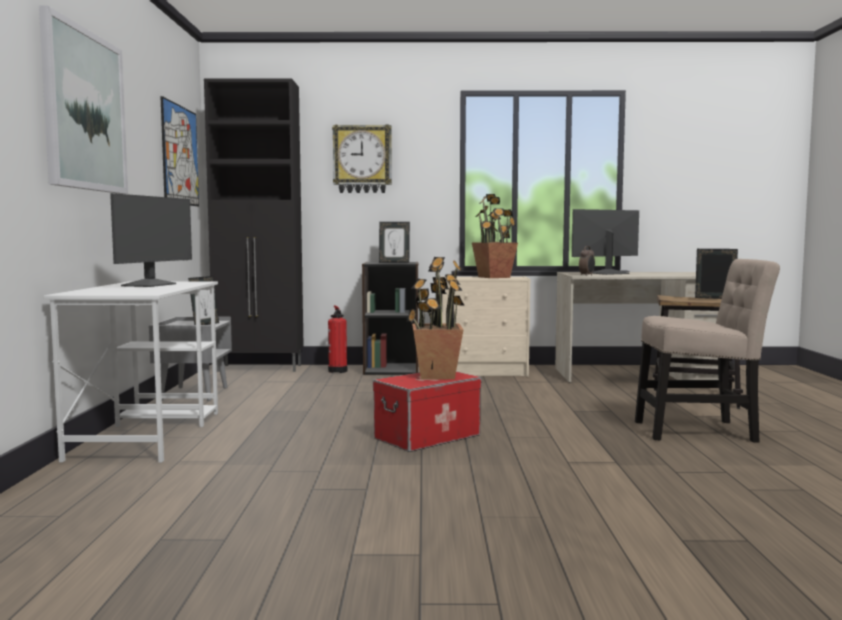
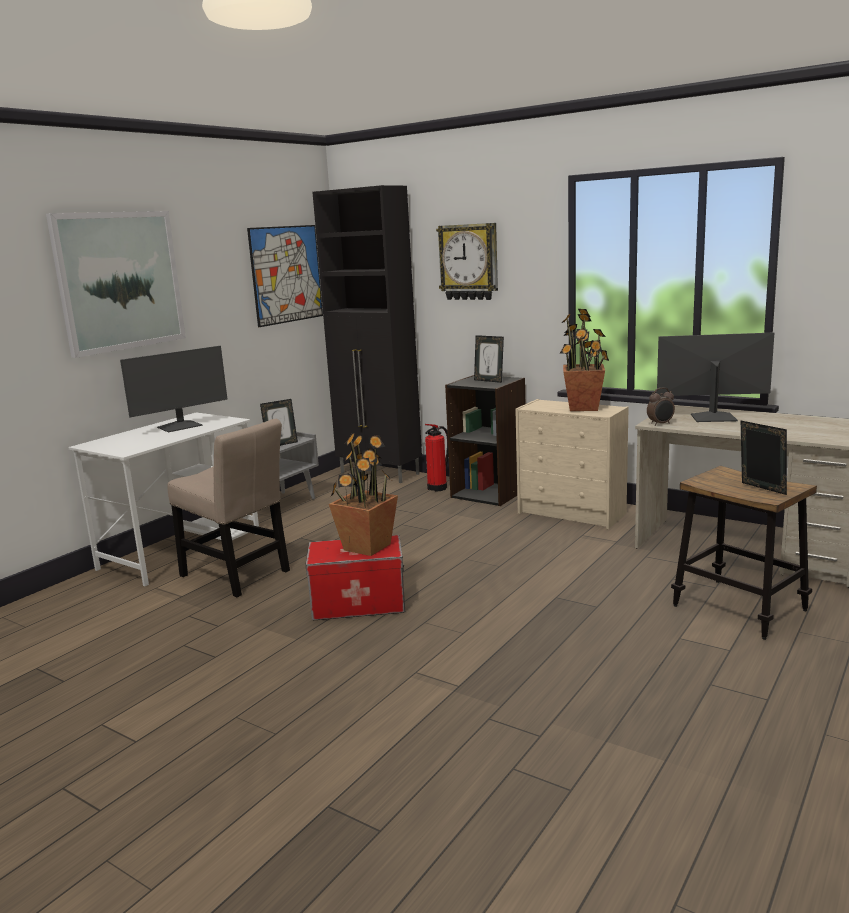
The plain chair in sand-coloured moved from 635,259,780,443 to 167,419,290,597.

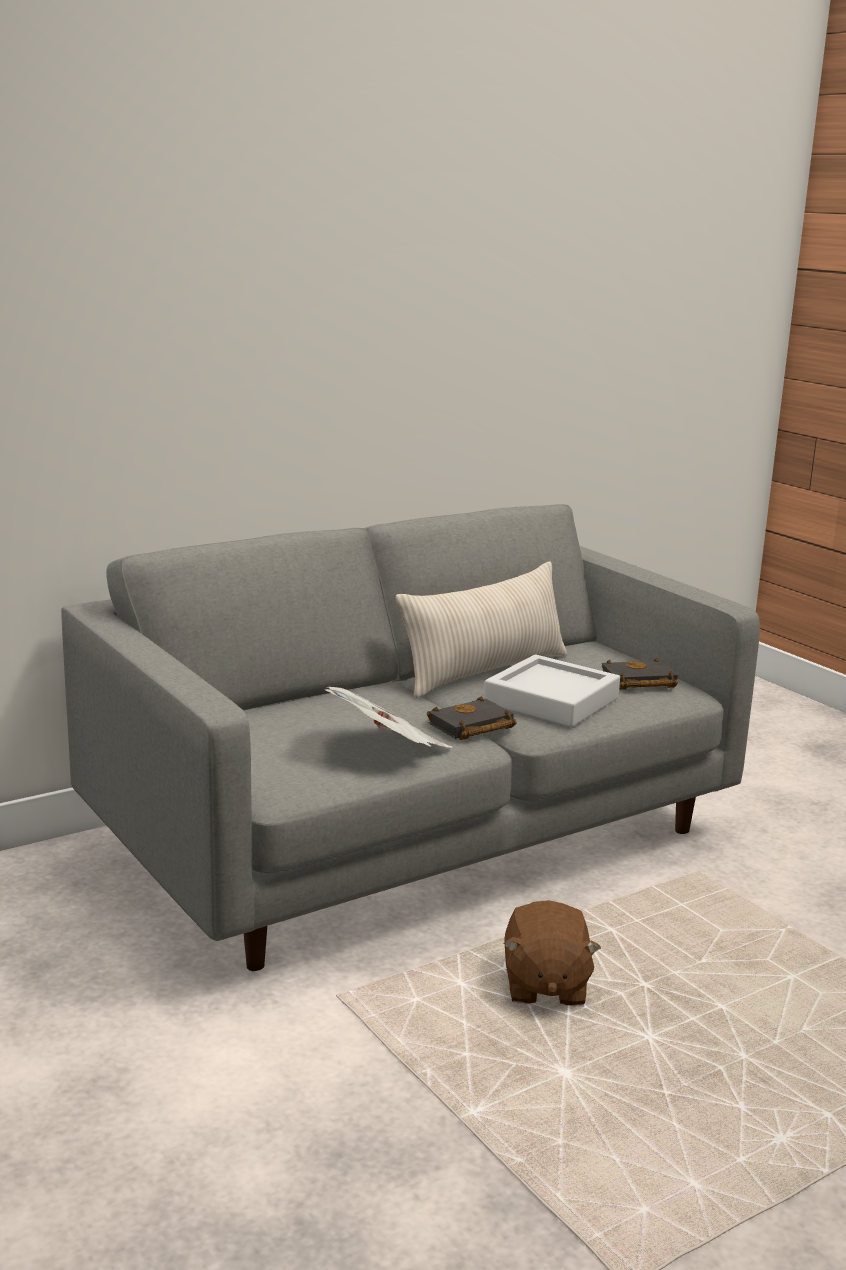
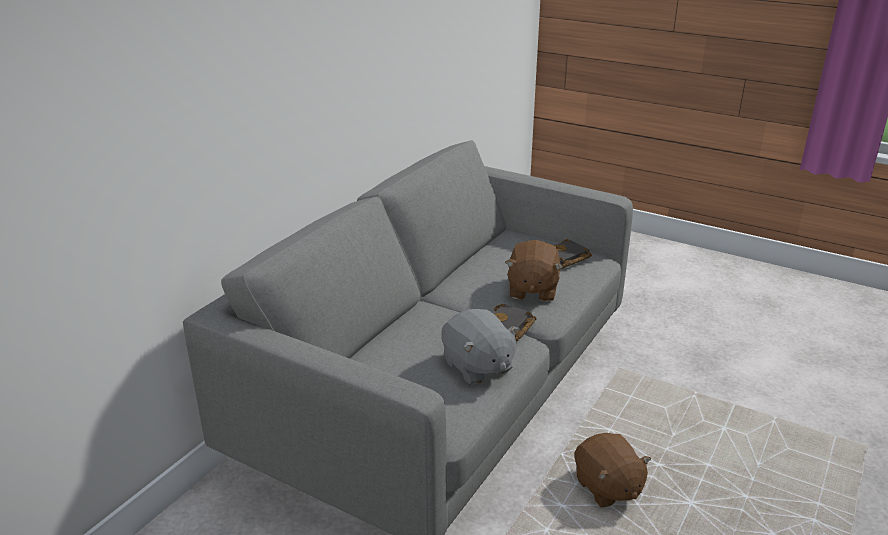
The throw pillow in sand-coloured at 396,561,567,698 disappeared. The daily paper at 325,687,452,748 was replaced by the soft toy in greyish at 441,309,519,385. The tray in greyish at 484,655,620,727 was replaced by the soft toy in brown-coloured at 505,240,563,302.

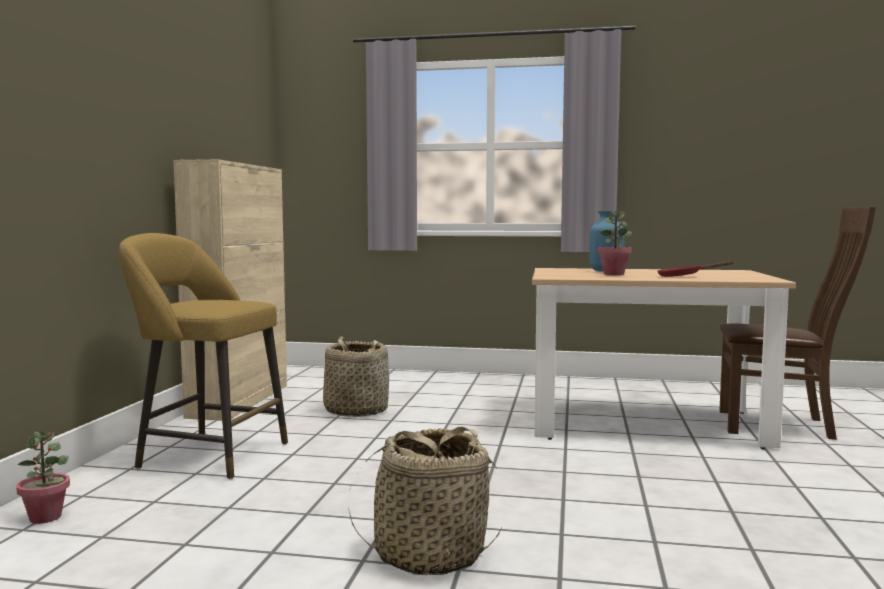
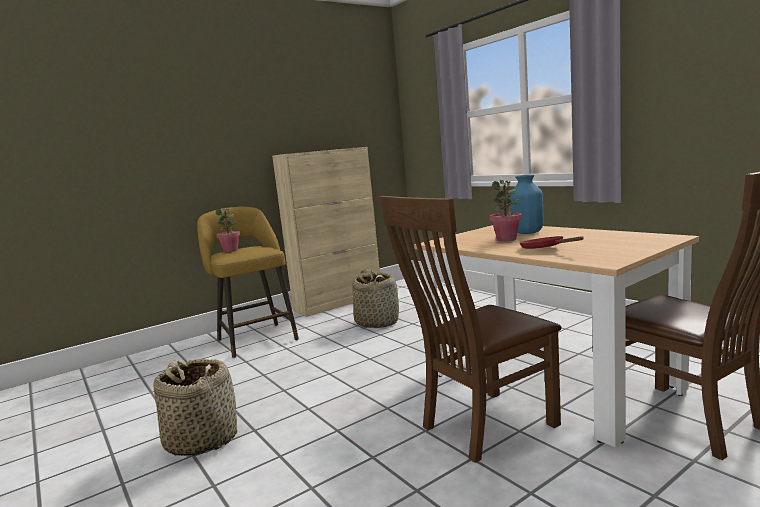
The plain chair in brown-coloured at 379,196,562,463 appeared. The houseplant moved from 16,431,70,524 to 216,208,240,252.

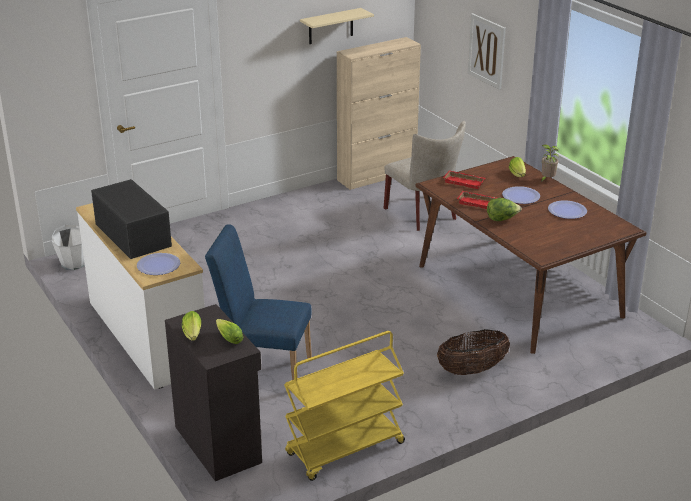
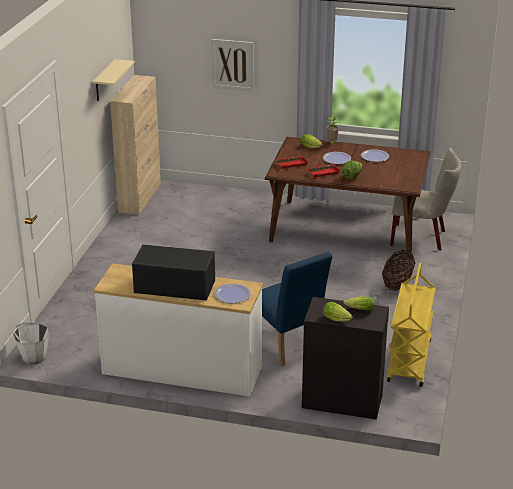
The plain chair in sand-coloured moved from 384,121,466,231 to 390,148,461,251. The plain chair in blue at 205,224,312,380 turned 90 degrees counterclockwise.

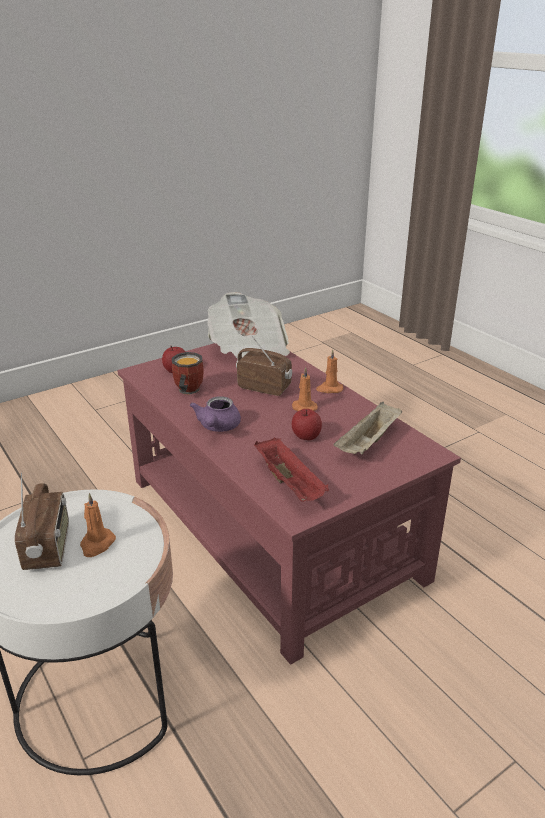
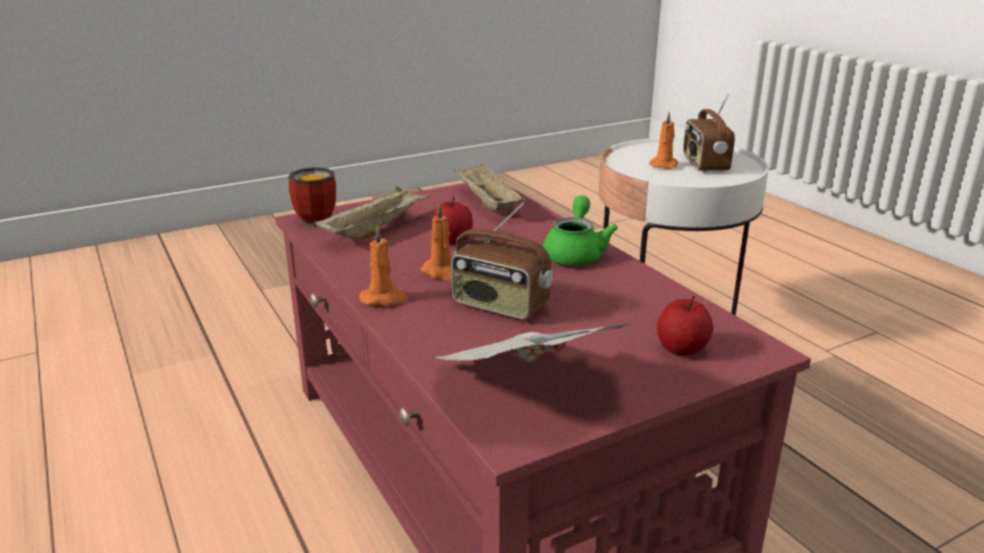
The mug moved from 172,352,203,395 to 288,167,336,227. The teapot in purple at 190,396,241,432 became the teapot in green at 543,195,618,266. The tray in red-coloured at 254,438,329,502 became the tray in sand-coloured at 453,162,525,211.

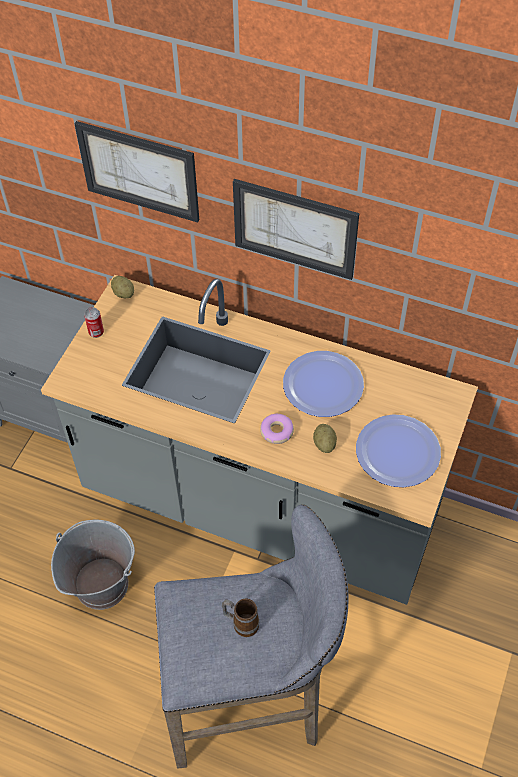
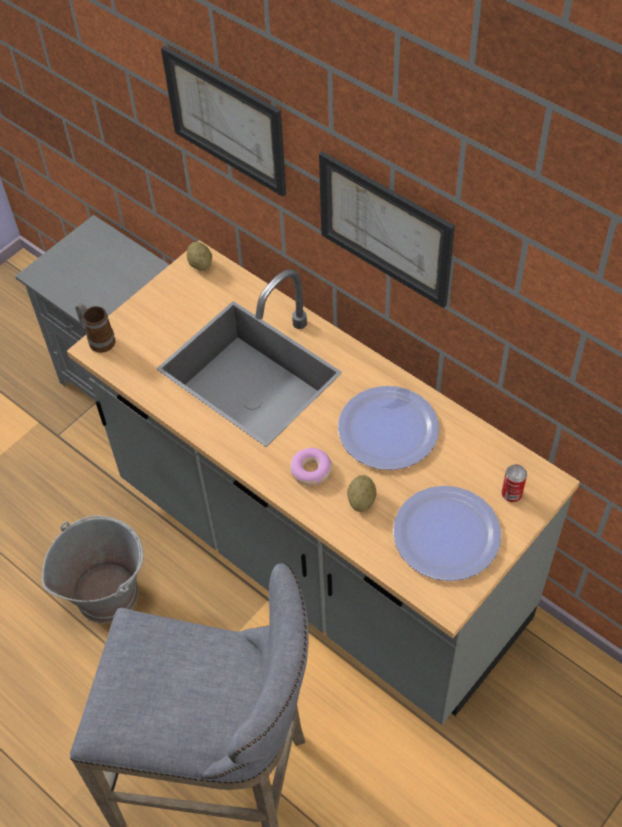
The metal can moved from 84,307,104,338 to 501,464,527,502. The mug moved from 222,599,259,637 to 75,303,115,353.

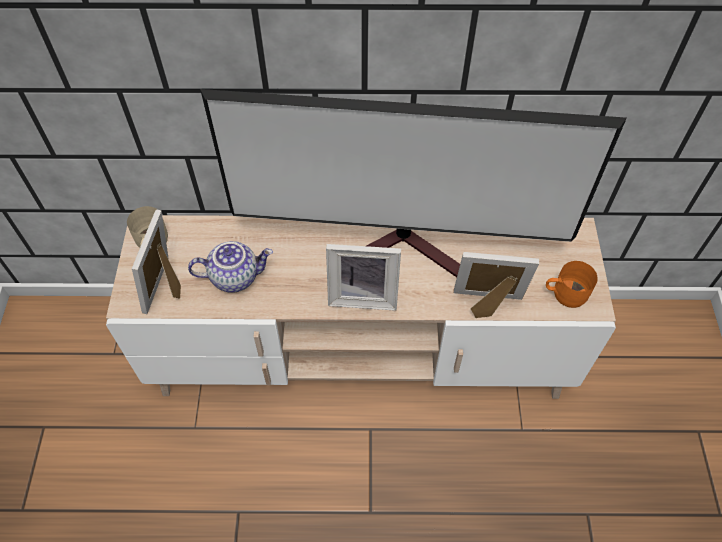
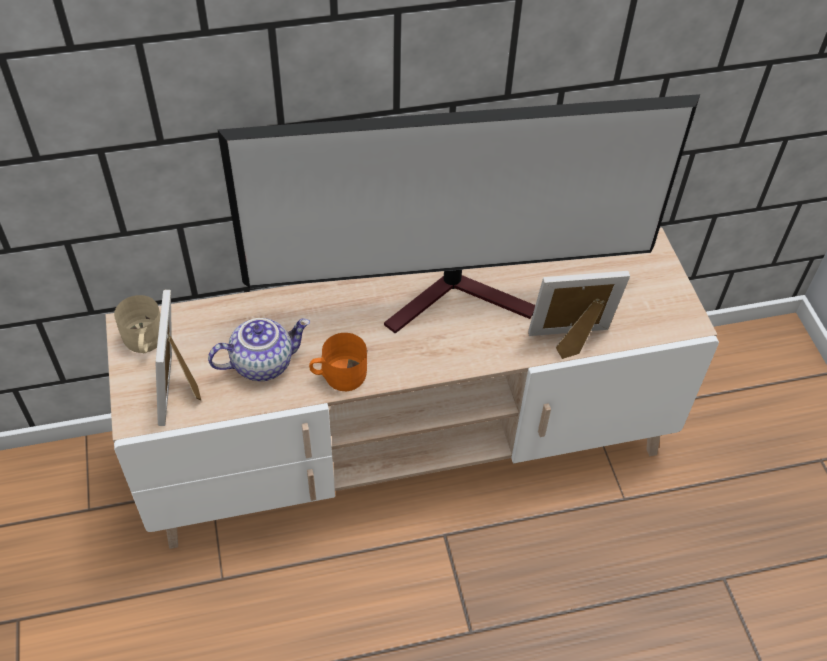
The standing frame at 326,244,401,311 disappeared. The mug in orangey moved from 546,261,598,308 to 309,333,367,391.

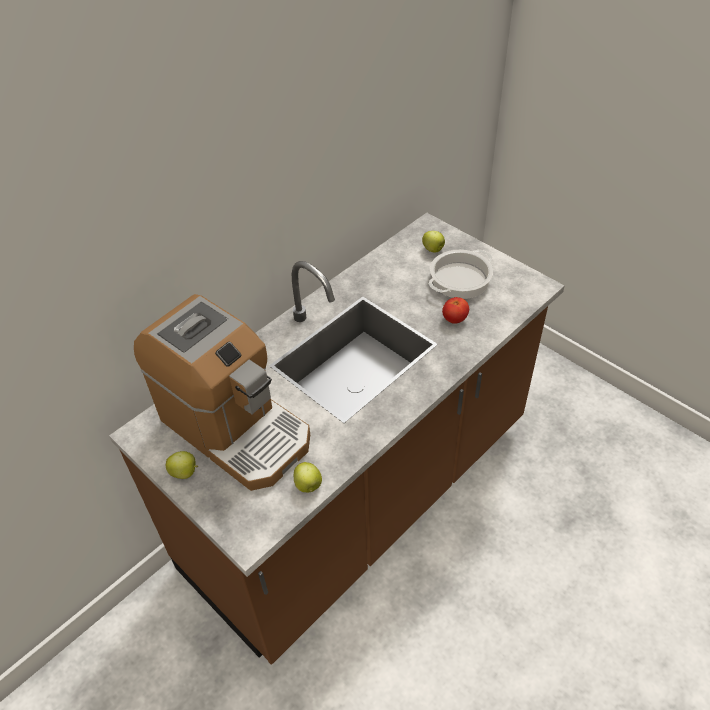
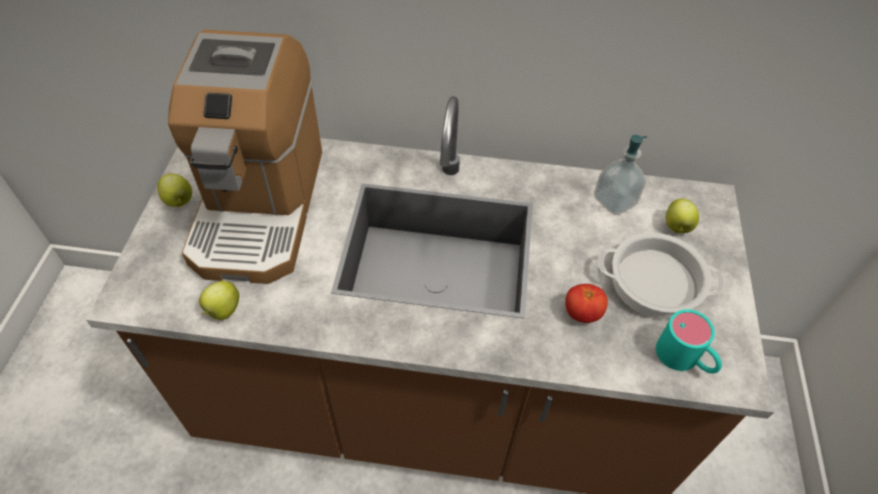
The soap bottle at 594,135,647,215 appeared. The mug in turquoise at 656,309,722,374 appeared.

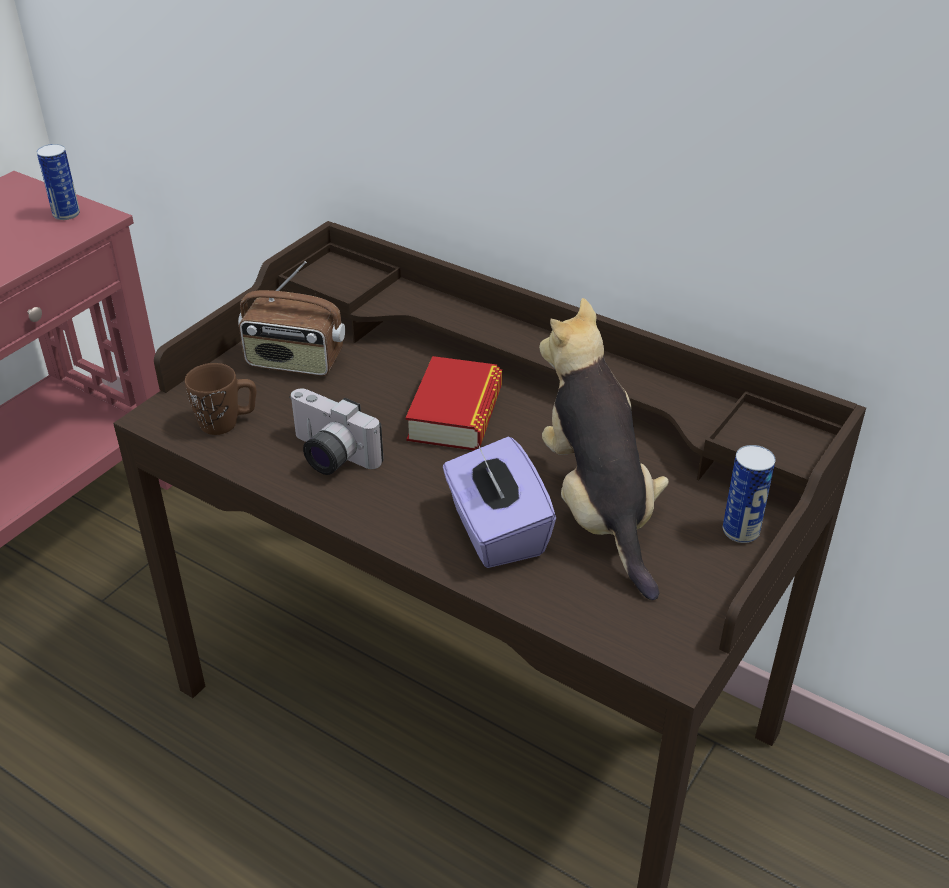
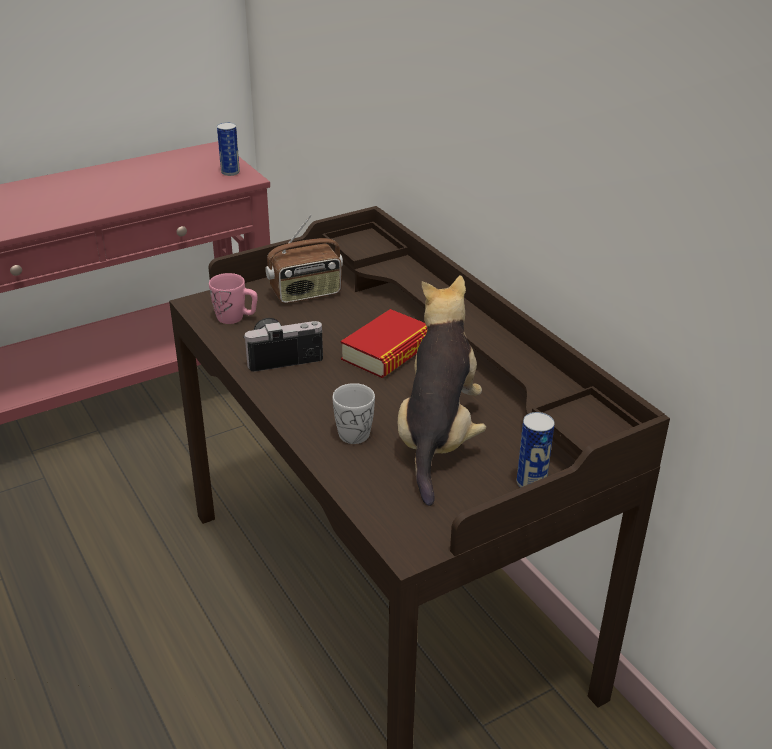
The tissue box in purple at 443,437,556,568 was replaced by the mug in white-coloured at 333,383,375,444. The mug in brown-coloured at 185,363,256,435 became the mug in pinkish at 209,273,258,324. The radio at 238,261,345,376 turned 60 degrees counterclockwise. The still camera at 289,388,384,475 turned 105 degrees clockwise.

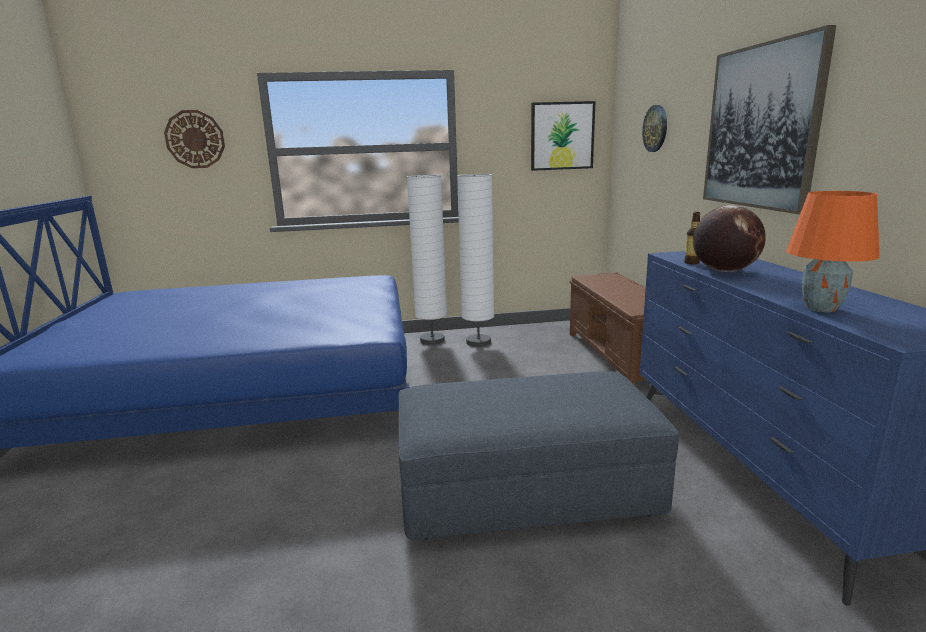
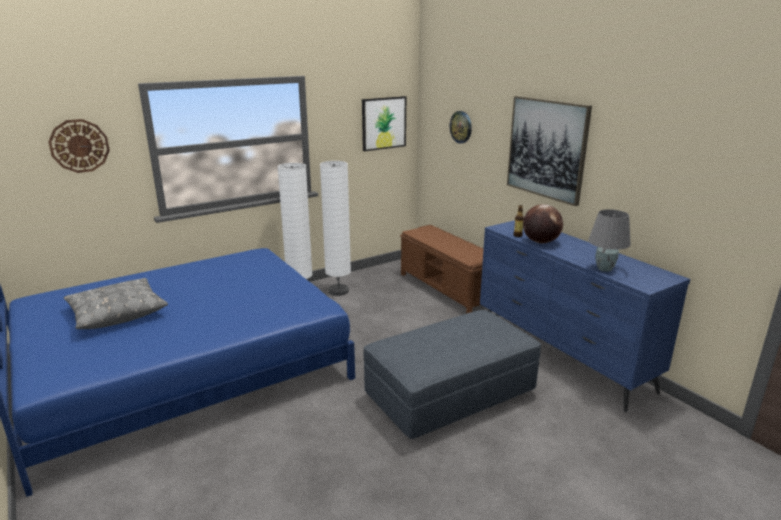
The throw pillow in greyish at 64,278,168,329 appeared. The lamp for a table in orangey at 786,191,880,313 became the lamp for a table in greyish at 588,209,631,272.

